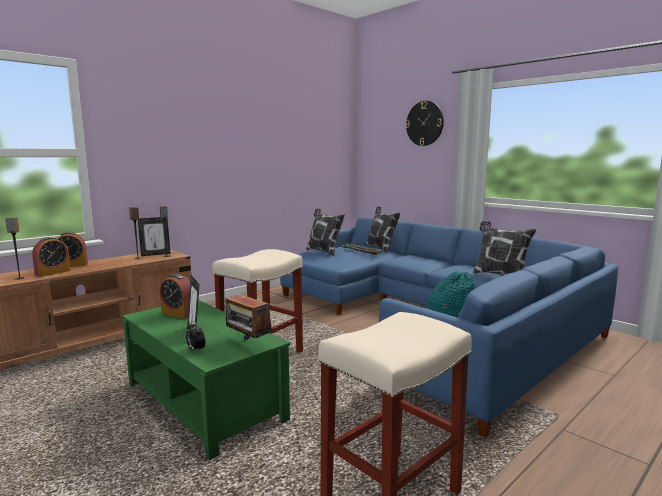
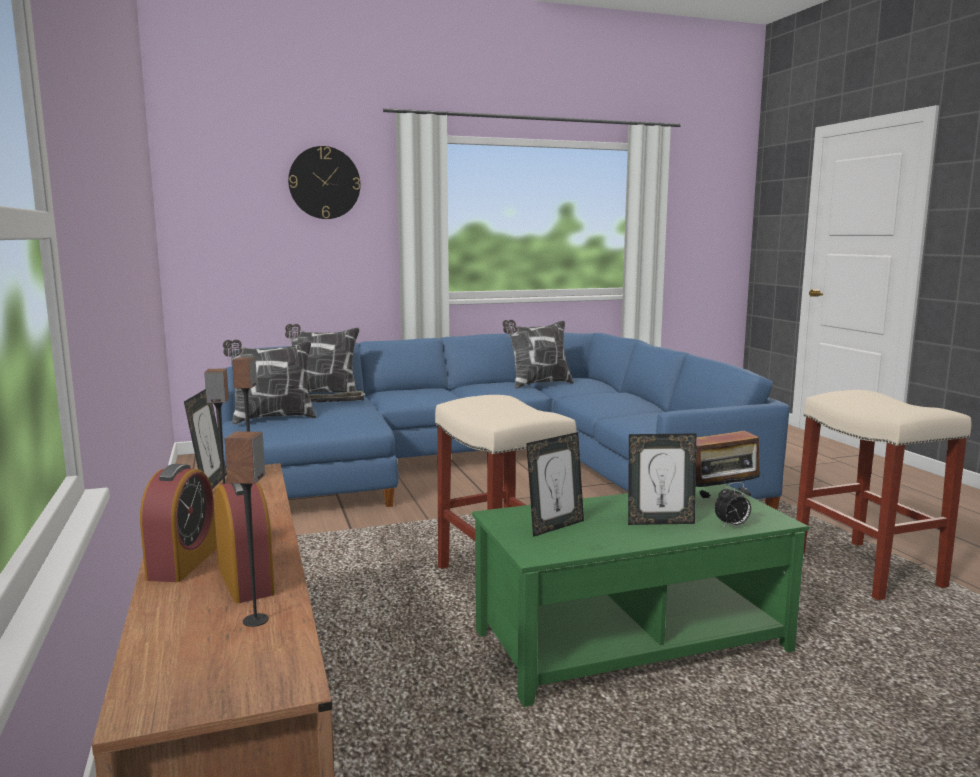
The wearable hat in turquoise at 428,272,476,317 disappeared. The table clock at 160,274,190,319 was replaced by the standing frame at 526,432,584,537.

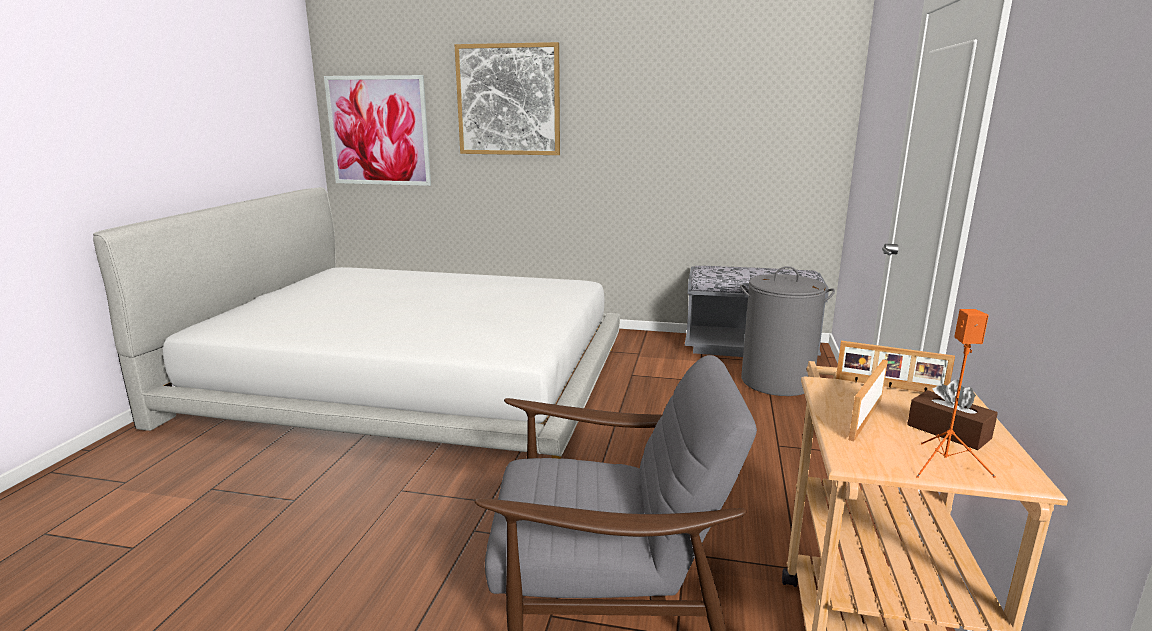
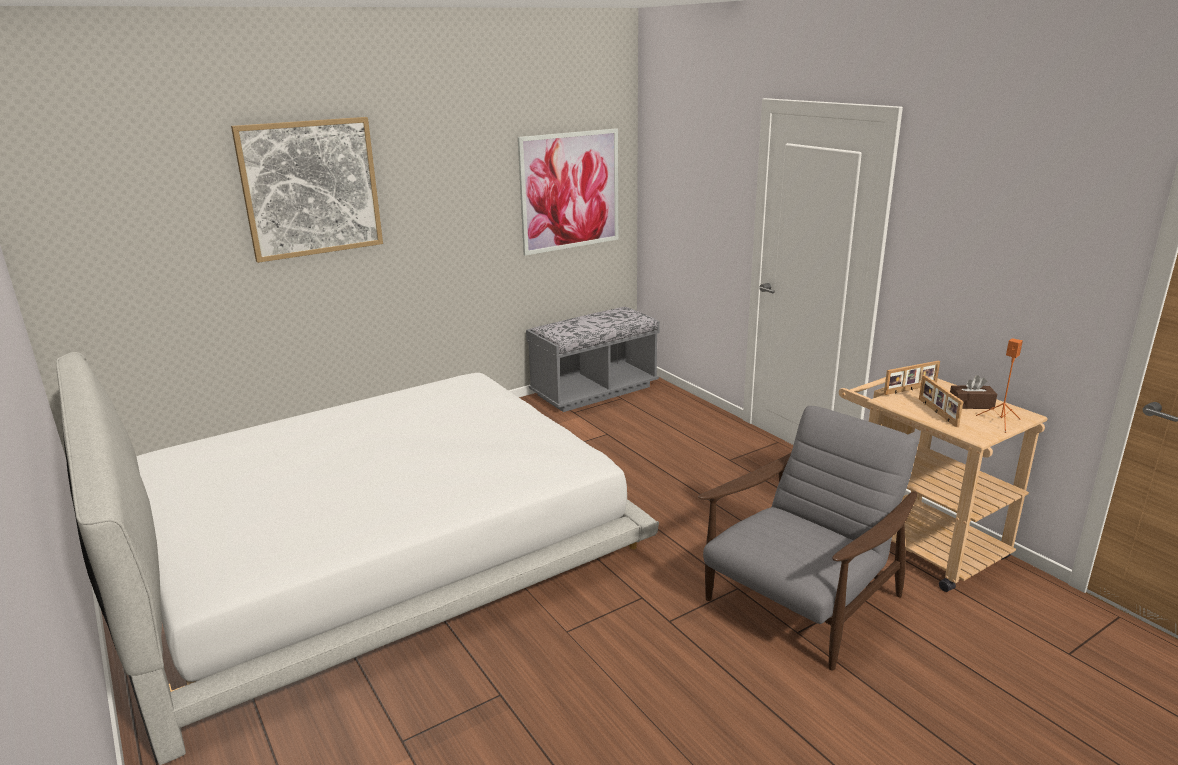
The laundry basket in greyish at 740,266,835,396 disappeared. The wall picture moved from 324,75,431,186 to 518,128,618,256.

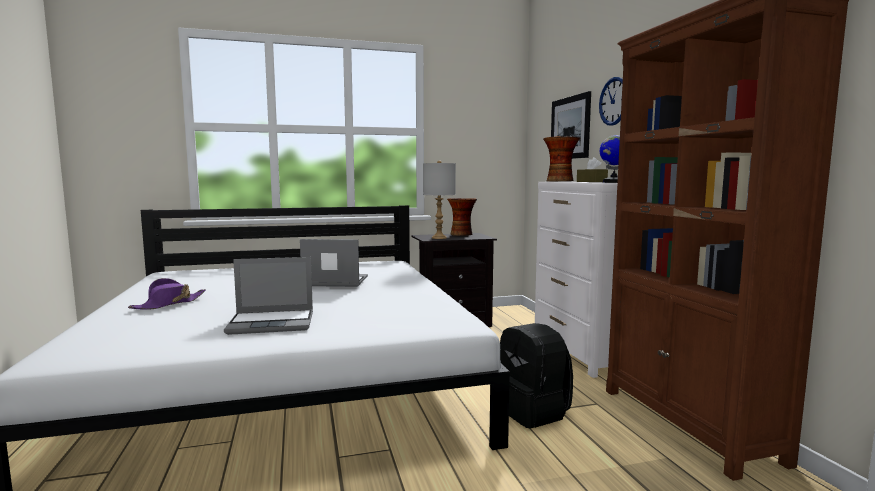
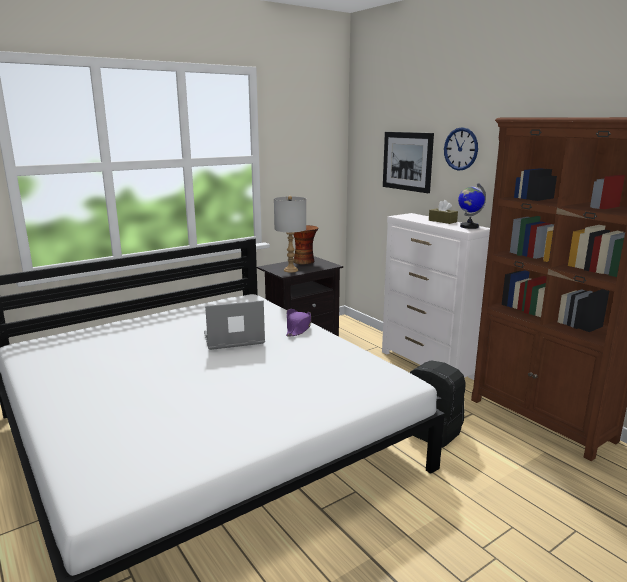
The laptop at 224,257,313,335 disappeared. The vase at 543,136,580,181 disappeared. The wearable hat in purple moved from 128,278,206,310 to 286,309,311,336.

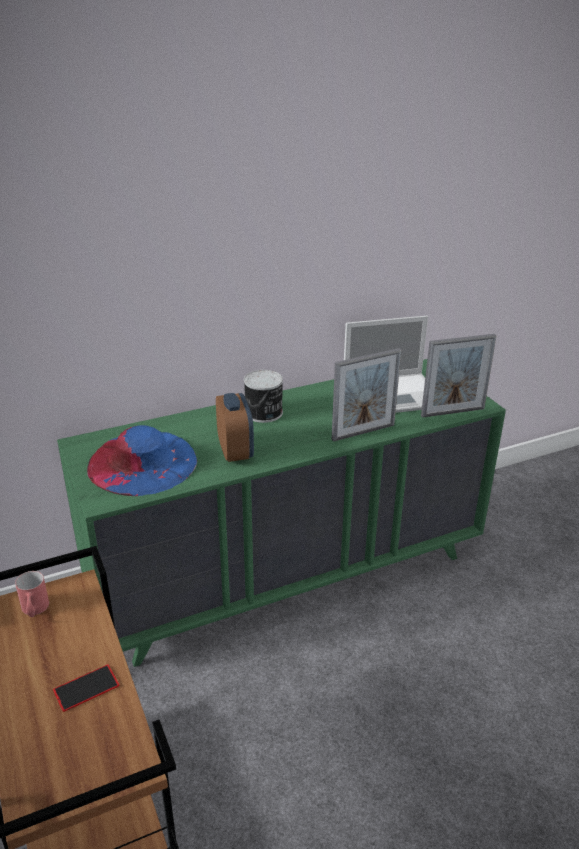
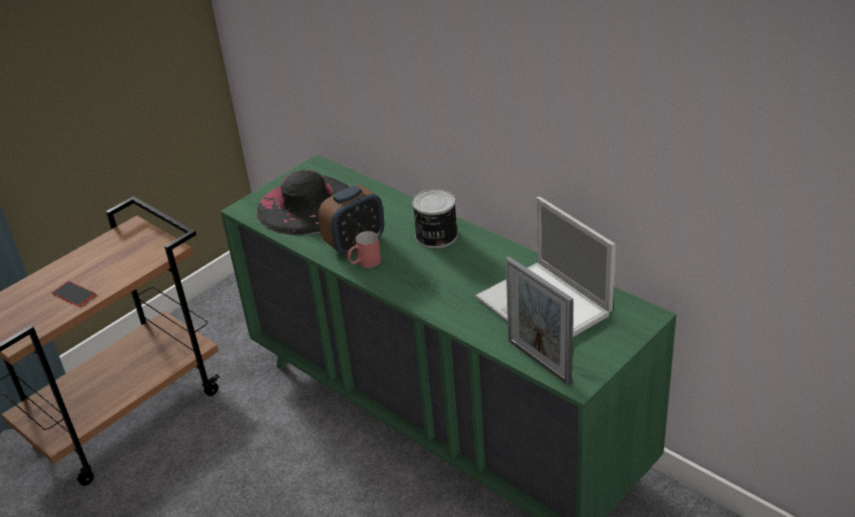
The standing frame at 331,348,401,442 disappeared. The mug in red-coloured moved from 15,571,49,617 to 347,231,381,268. The wearable hat in blue at 87,425,197,496 became the wearable hat in black at 257,170,349,235.

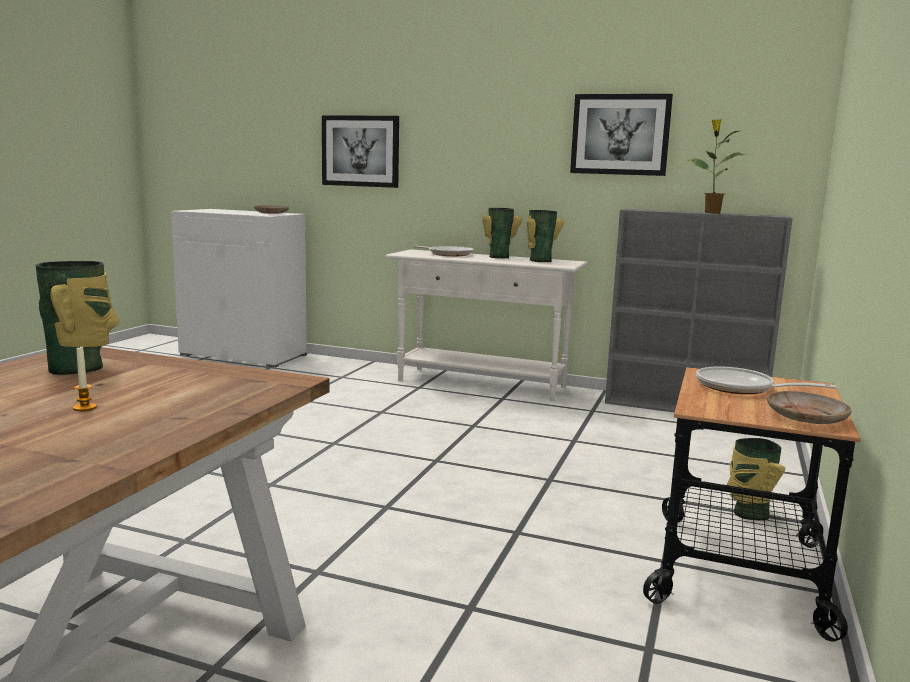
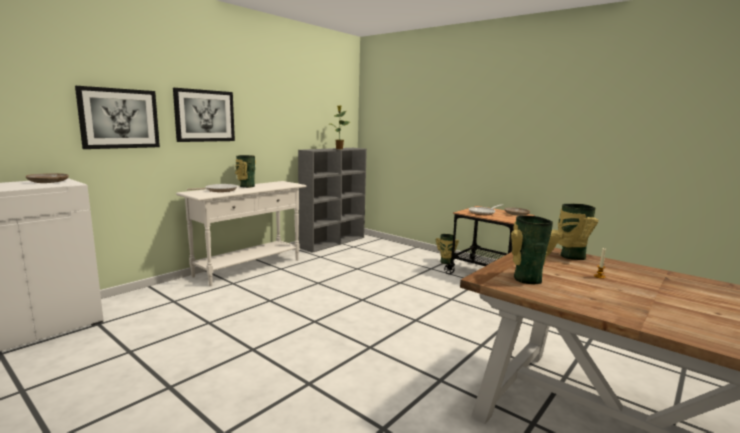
The vase moved from 527,210,564,262 to 558,204,598,260. The wall picture moved from 570,94,673,176 to 173,88,235,142.

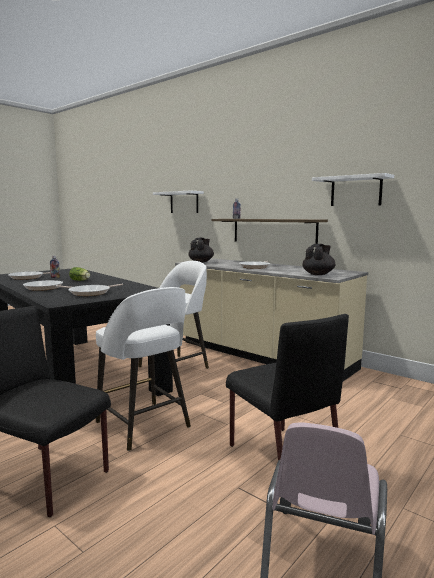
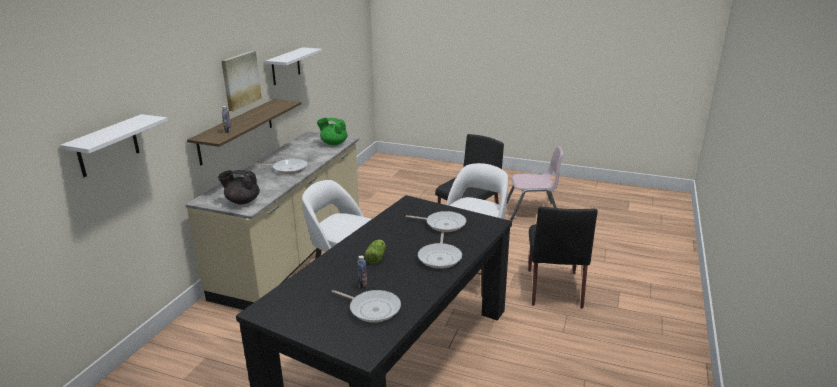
The wall picture at 221,51,262,111 appeared. The teapot in black at 302,244,335,275 became the teapot in green at 317,118,348,146.

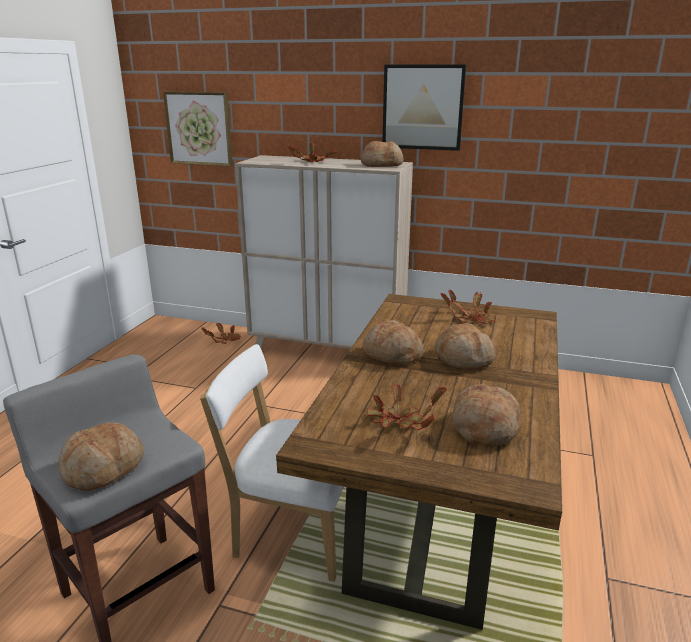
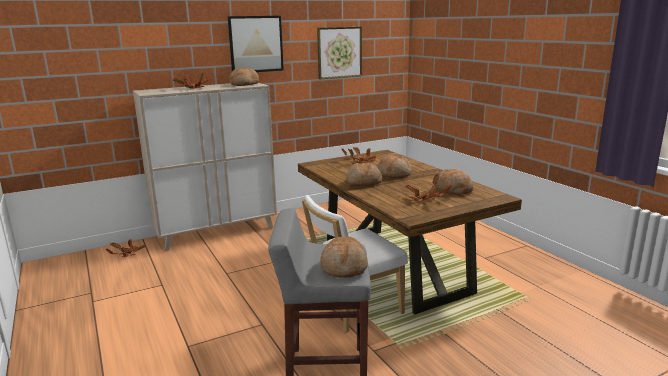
The wall picture moved from 163,92,233,166 to 317,27,362,79.

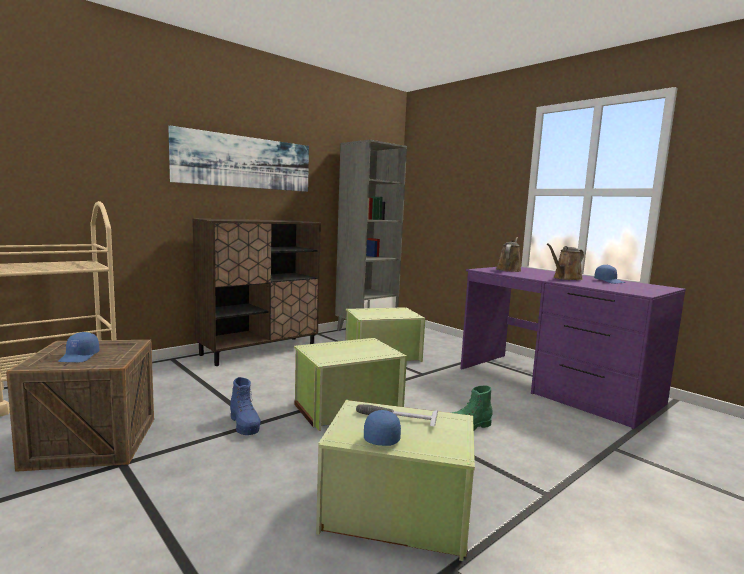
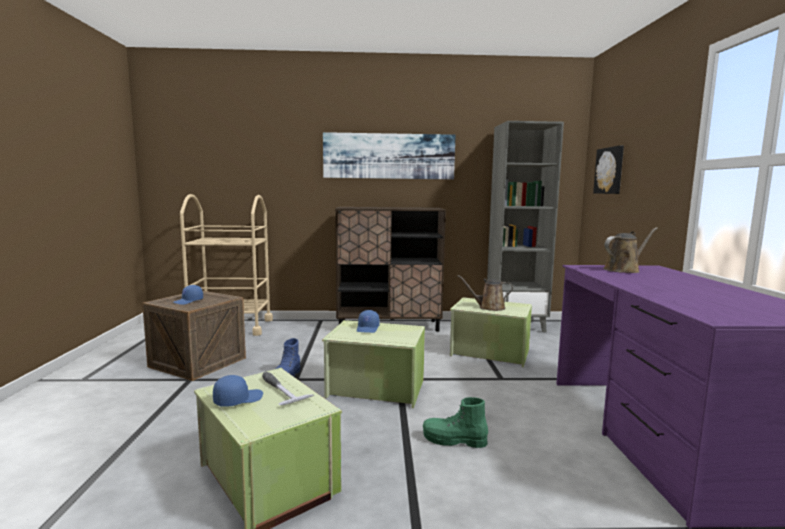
The wall picture at 593,145,624,194 appeared. The watering pot in brown-coloured moved from 547,243,584,280 to 457,275,513,311. The baseball cap in blue moved from 594,264,626,284 to 357,310,380,333.

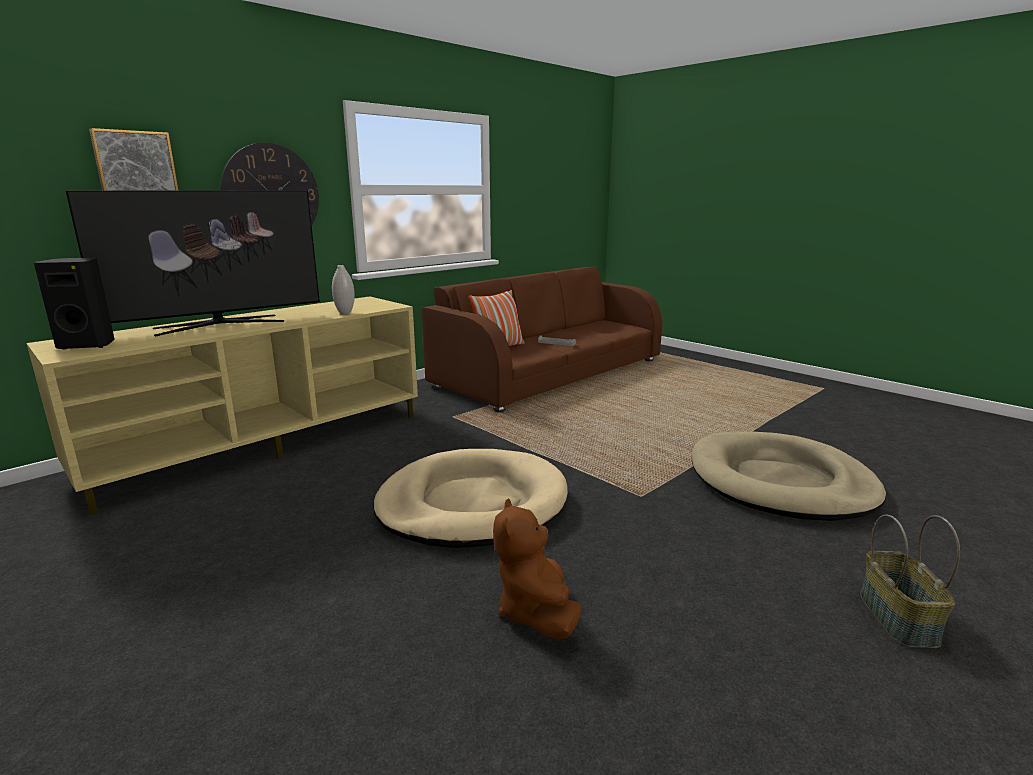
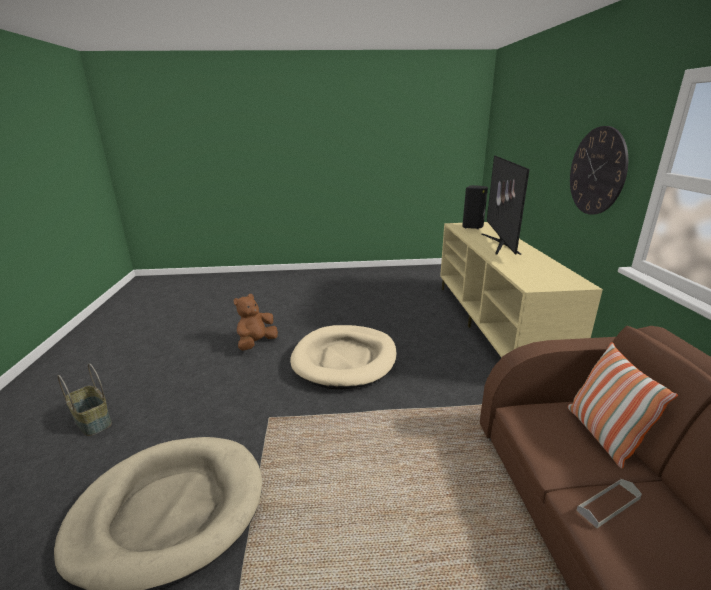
The wall picture at 89,128,178,190 disappeared. The vase in white-coloured at 332,265,355,314 disappeared. The soft toy in brown-coloured at 493,498,582,640 turned 90 degrees counterclockwise.

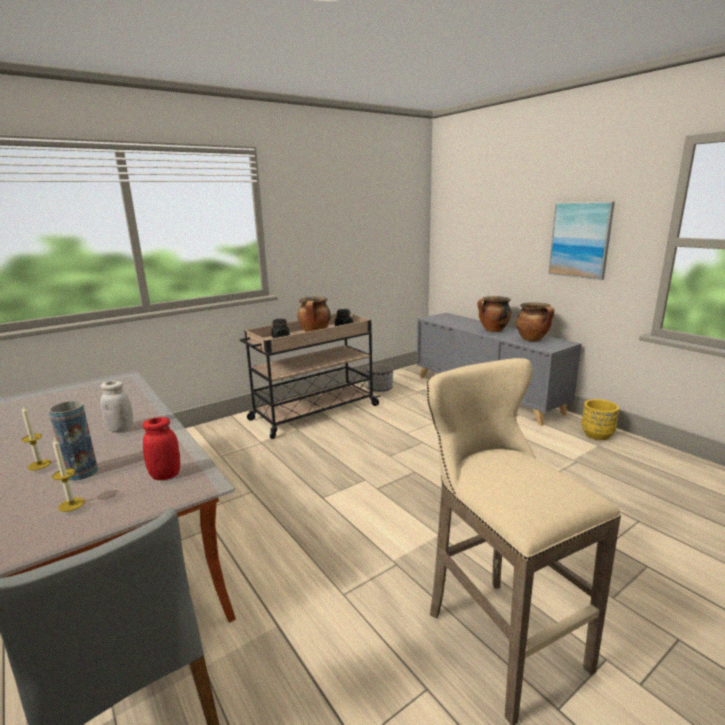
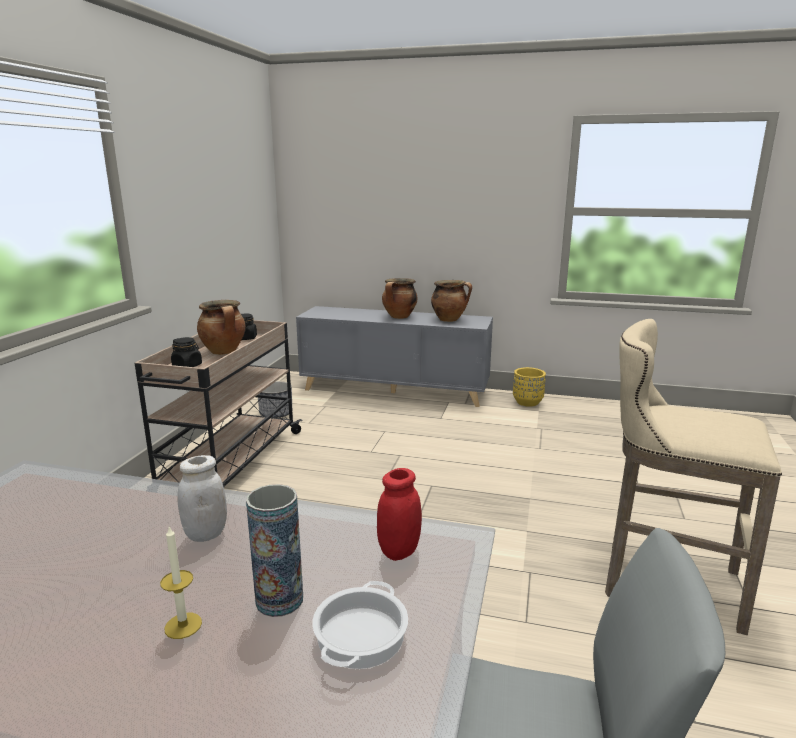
The wall picture at 548,202,615,280 disappeared. The wax light at 52,437,85,512 was replaced by the stockpot at 312,581,408,669.

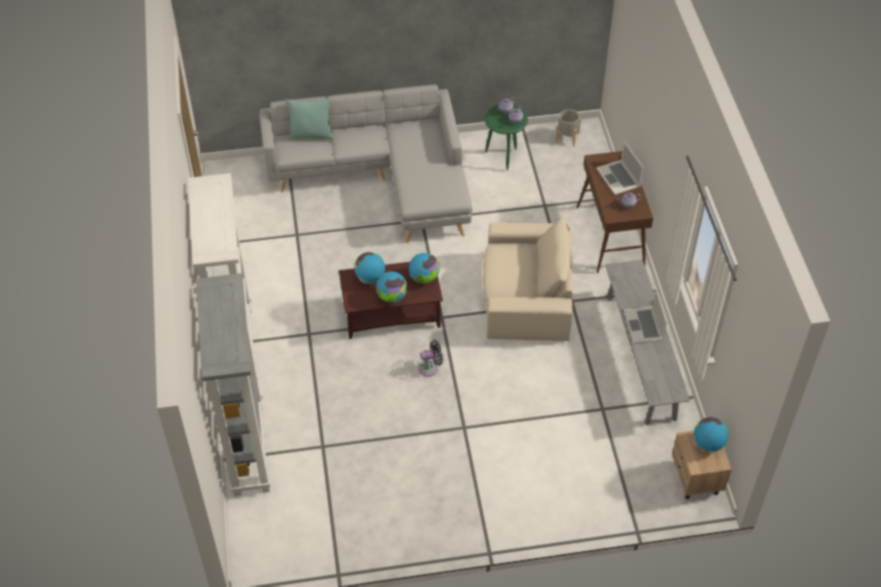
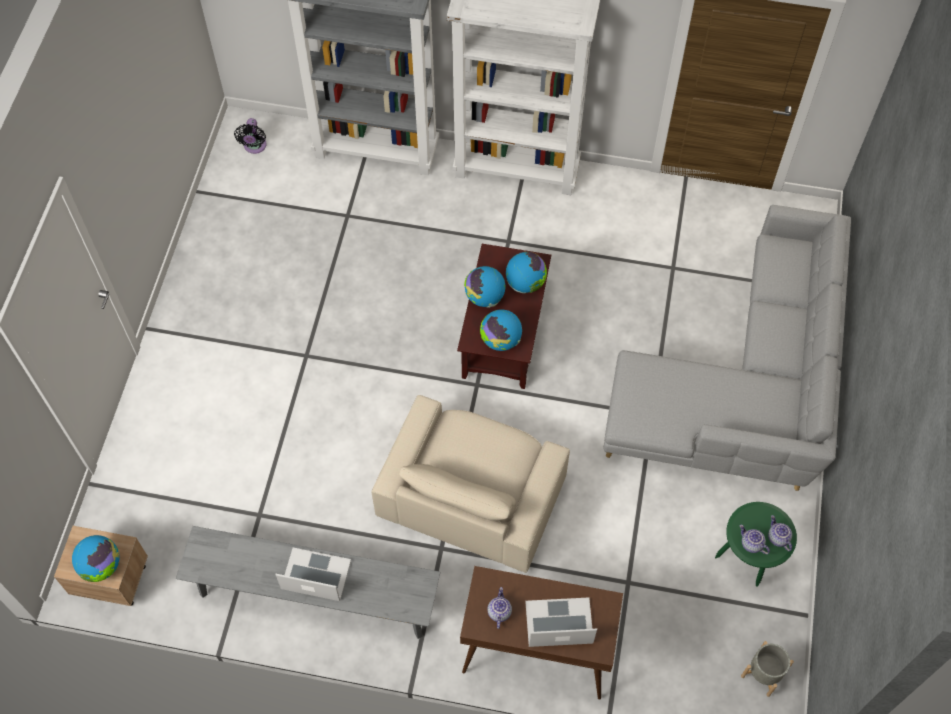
The throw pillow in turquoise at 286,99,333,140 disappeared. The electric fan in black moved from 418,340,443,377 to 234,118,267,154.

